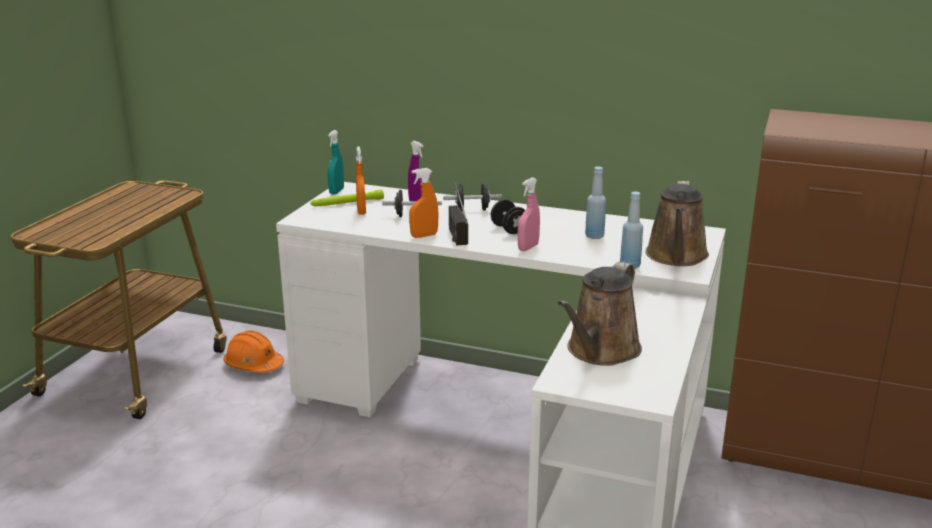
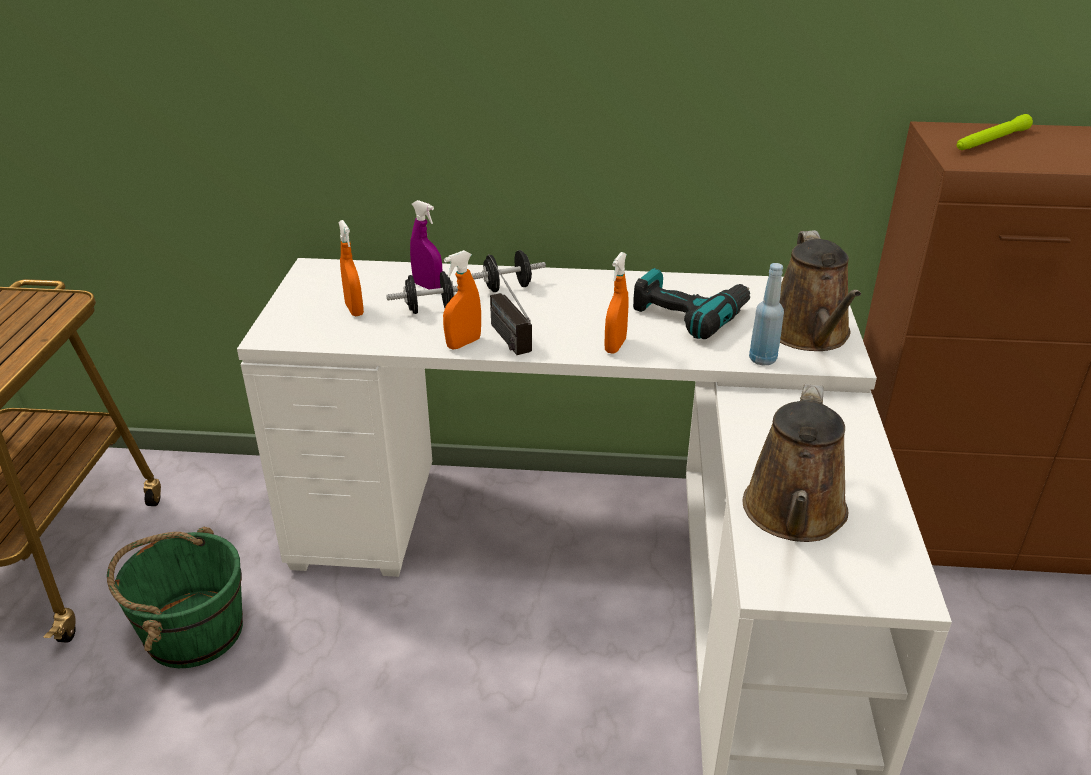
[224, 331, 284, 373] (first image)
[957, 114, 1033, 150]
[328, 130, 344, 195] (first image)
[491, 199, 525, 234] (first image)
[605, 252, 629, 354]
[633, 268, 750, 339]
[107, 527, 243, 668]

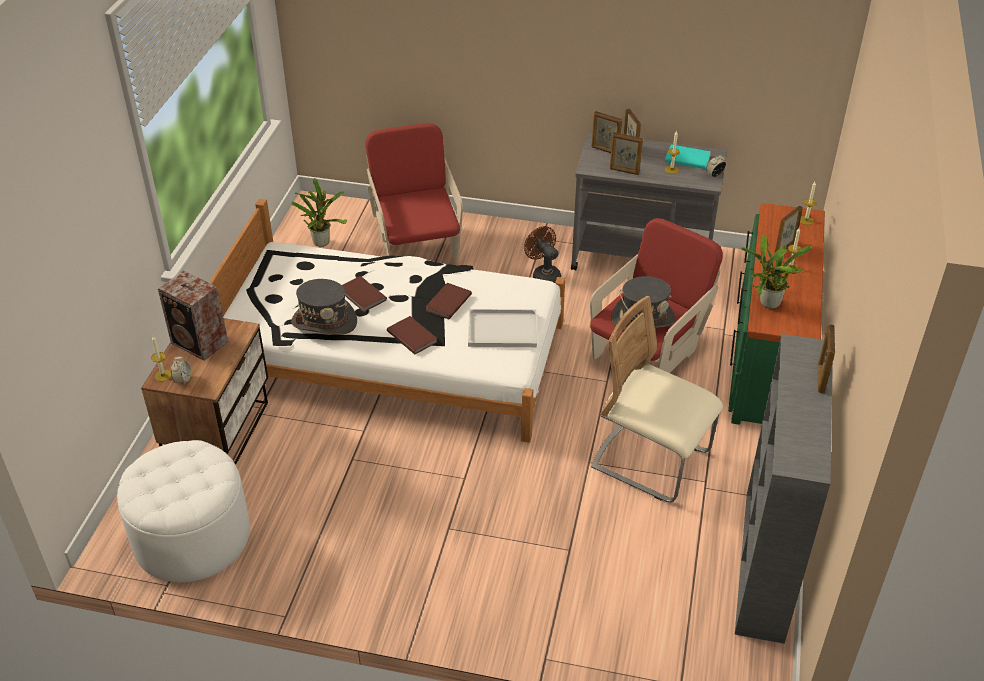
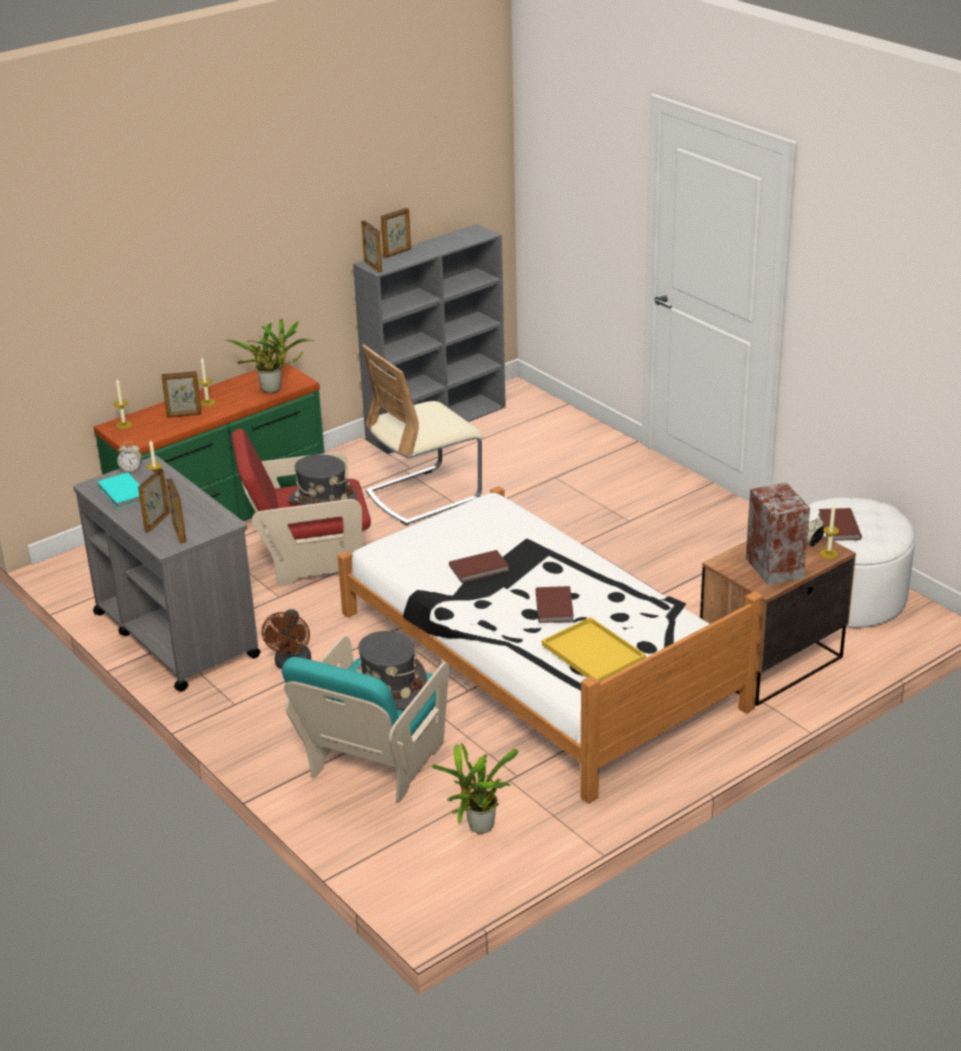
[356, 631, 427, 710]
[282, 636, 449, 802]
[818, 508, 862, 541]
[468, 309, 537, 347] (first image)
[362, 344, 483, 526]
[361, 220, 382, 273]
[542, 617, 646, 681]

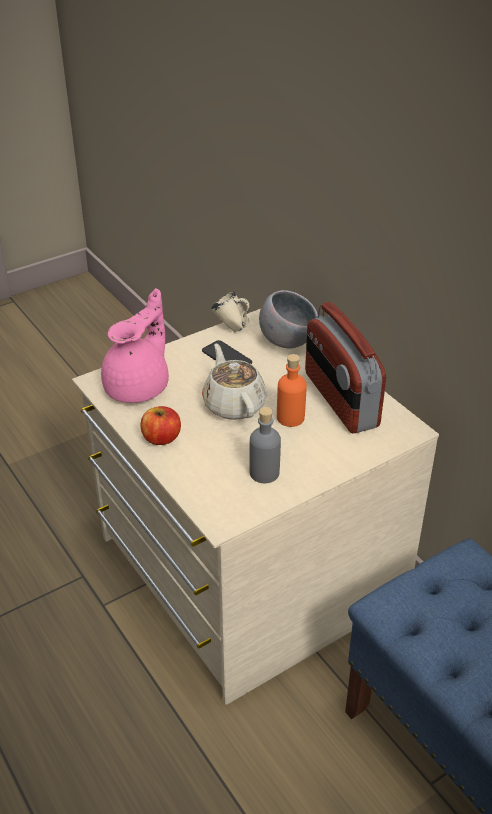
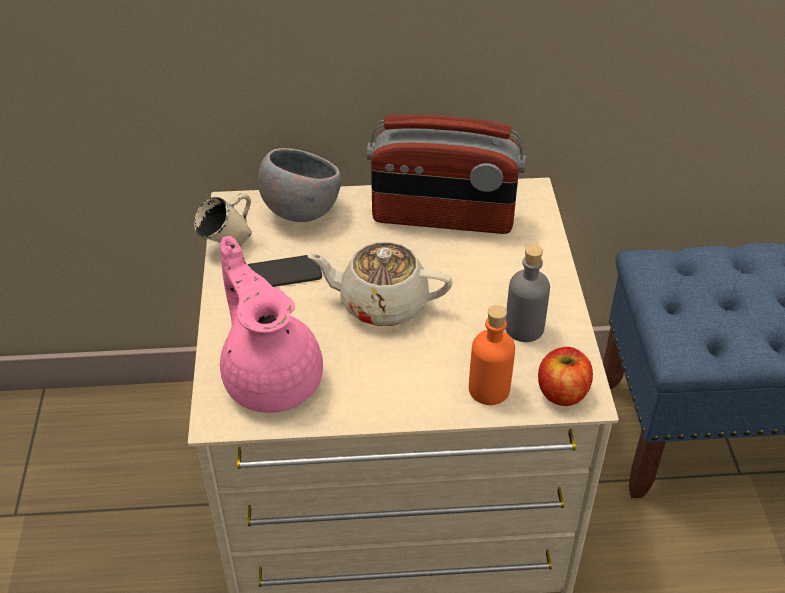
[538, 347, 593, 406]
[469, 305, 515, 405]

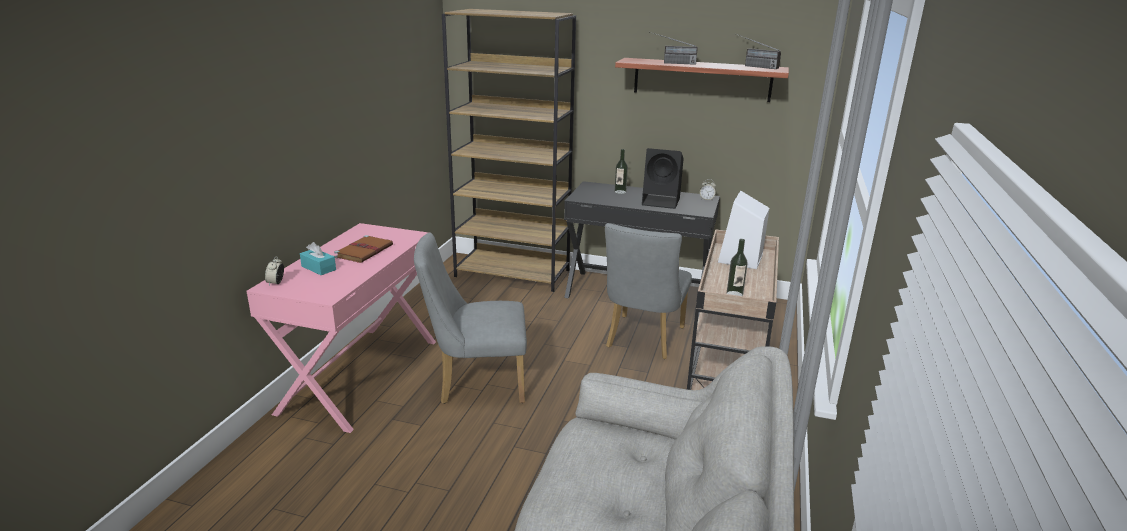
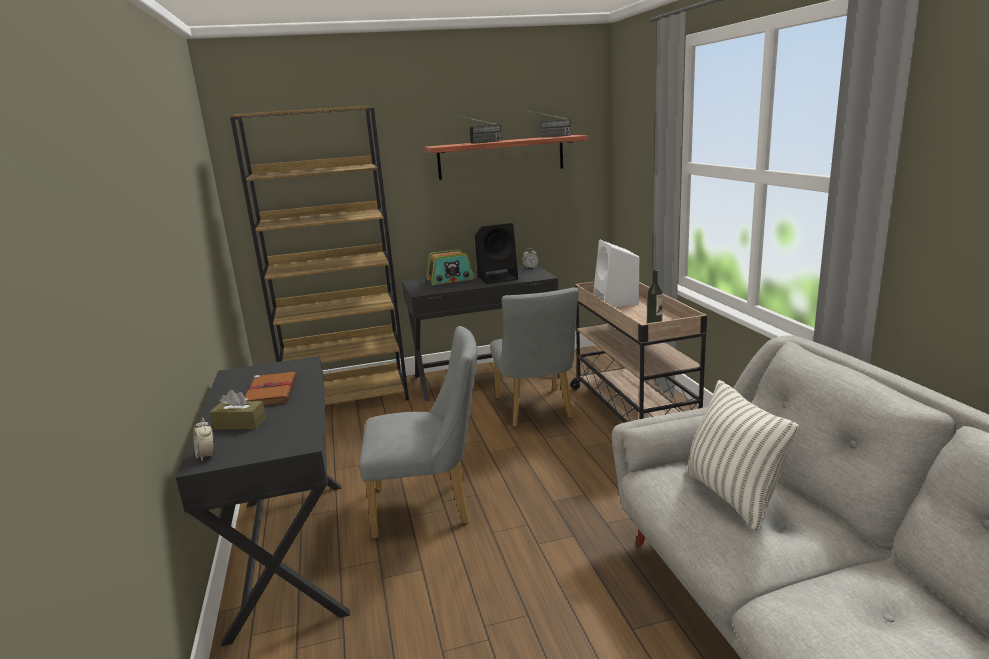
[176, 356, 350, 646]
[209, 390, 266, 430]
[359, 326, 478, 539]
[427, 249, 474, 285]
[685, 380, 799, 531]

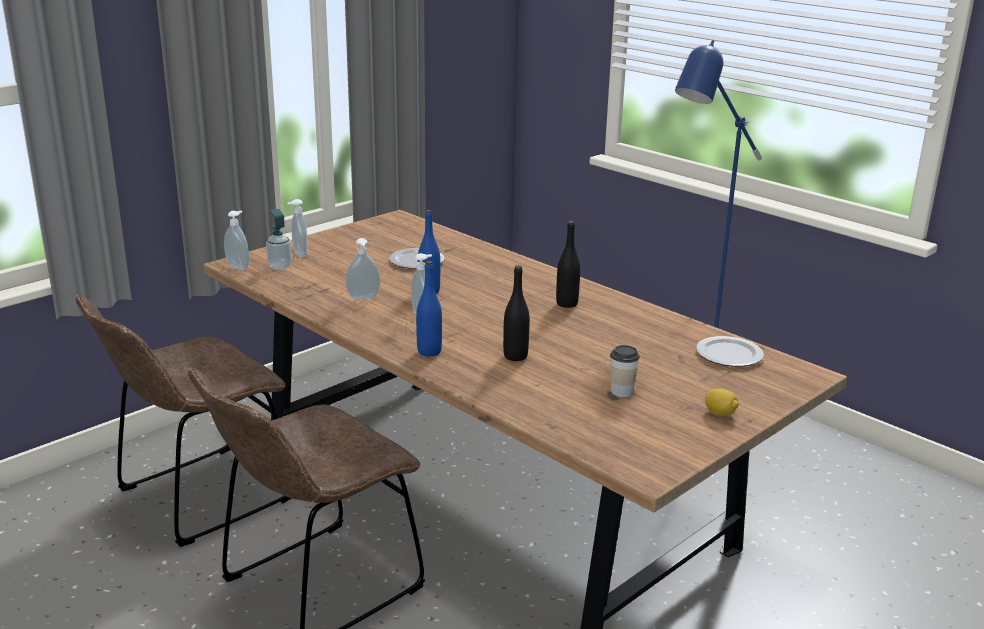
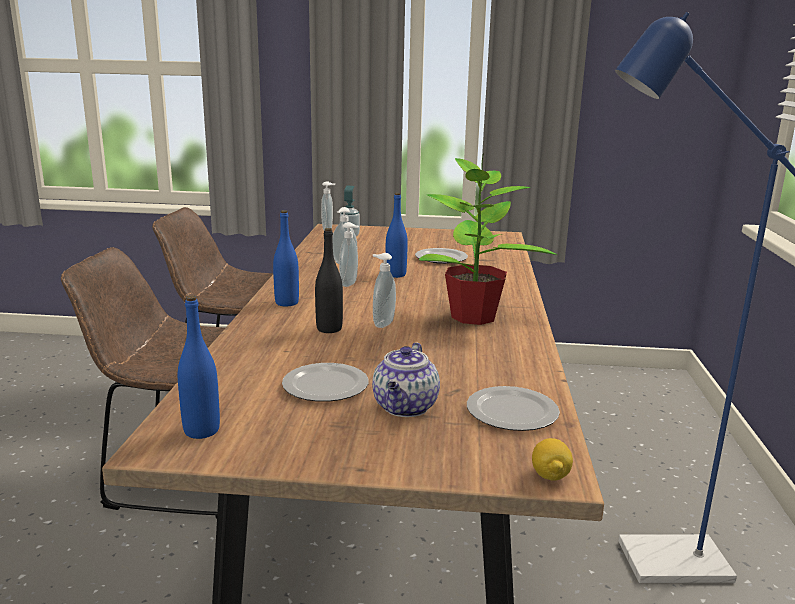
[373, 253, 396, 328]
[419, 153, 557, 325]
[282, 363, 369, 402]
[532, 438, 573, 481]
[178, 295, 220, 439]
[372, 342, 440, 417]

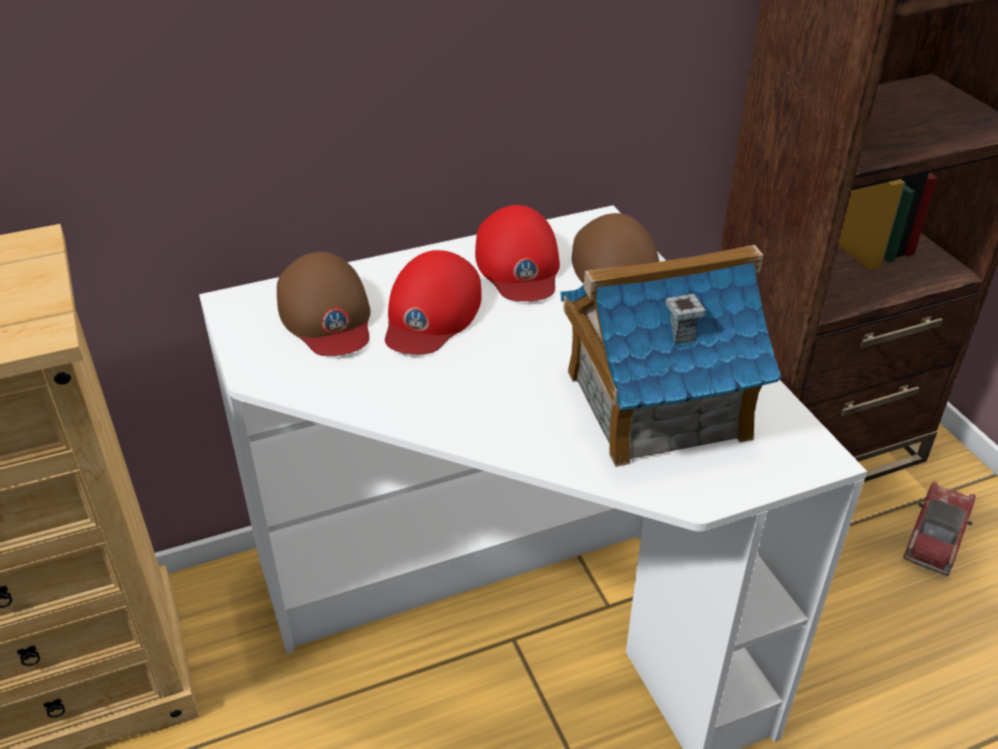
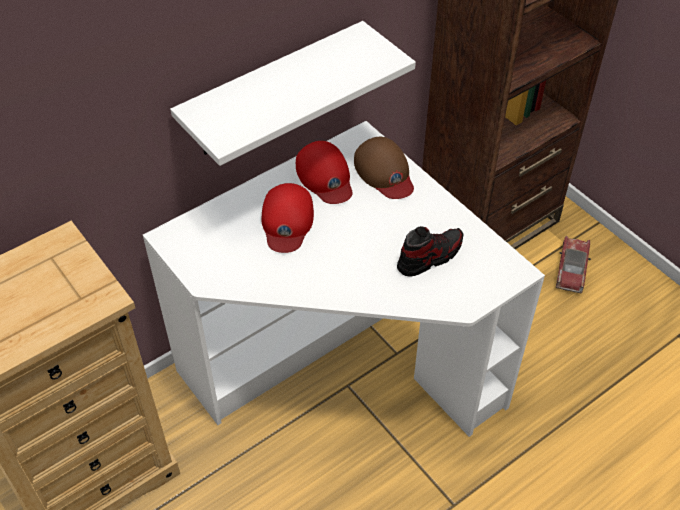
[277, 252, 371, 356] (first image)
[397, 226, 463, 277]
[170, 21, 416, 166]

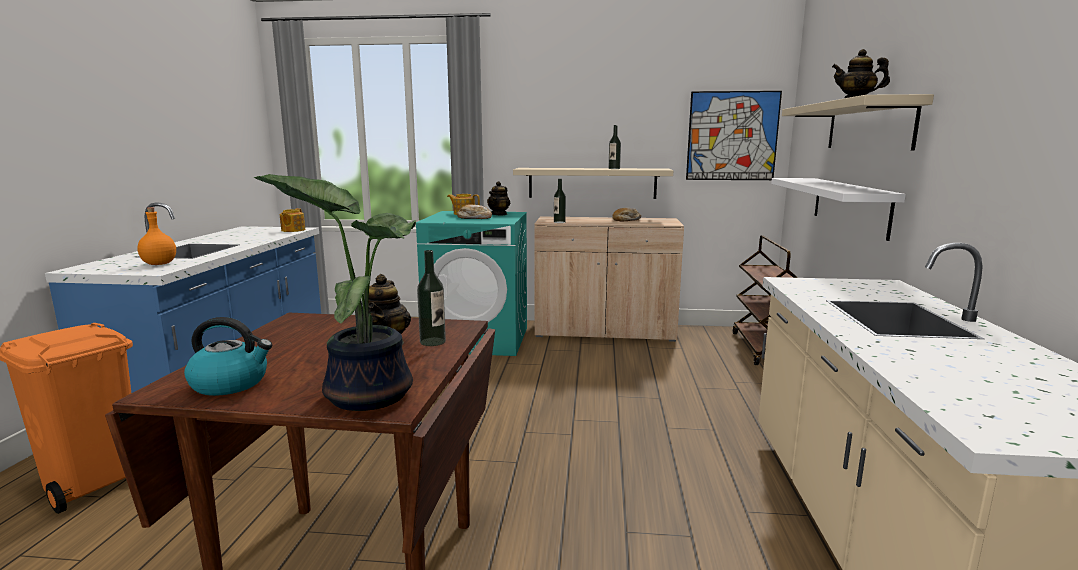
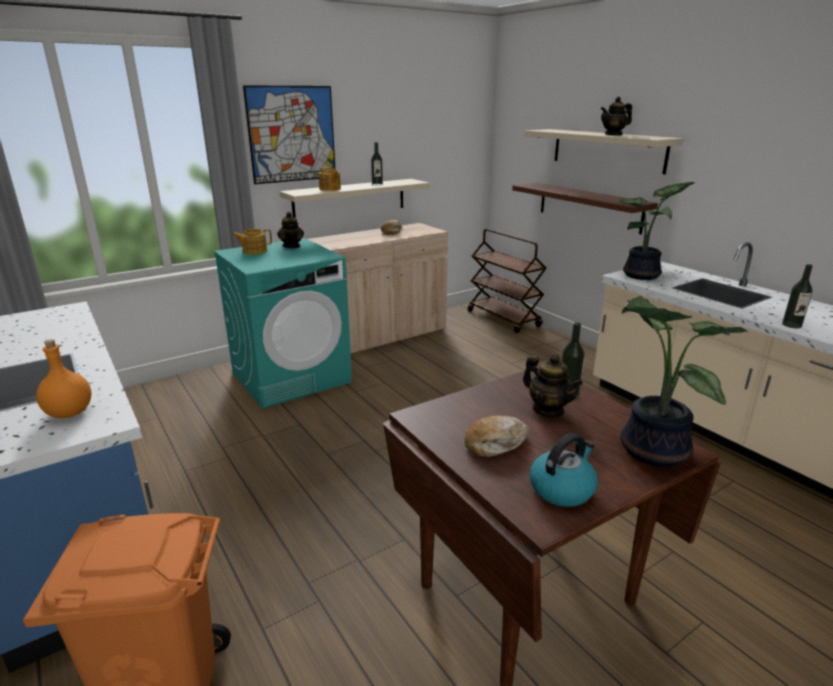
[318, 168, 341, 191]
[465, 416, 529, 457]
[782, 264, 813, 328]
[243, 85, 335, 184]
[512, 183, 658, 234]
[617, 182, 695, 280]

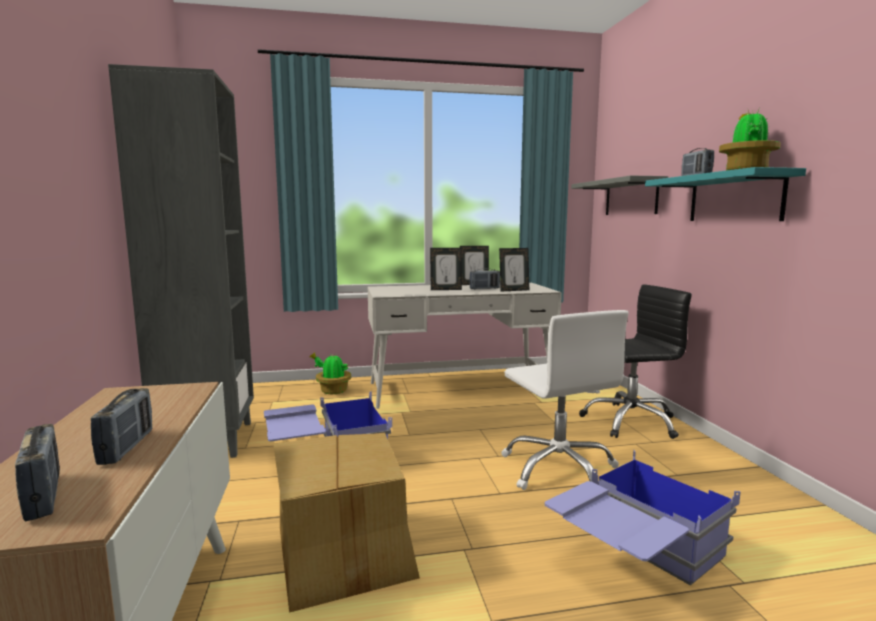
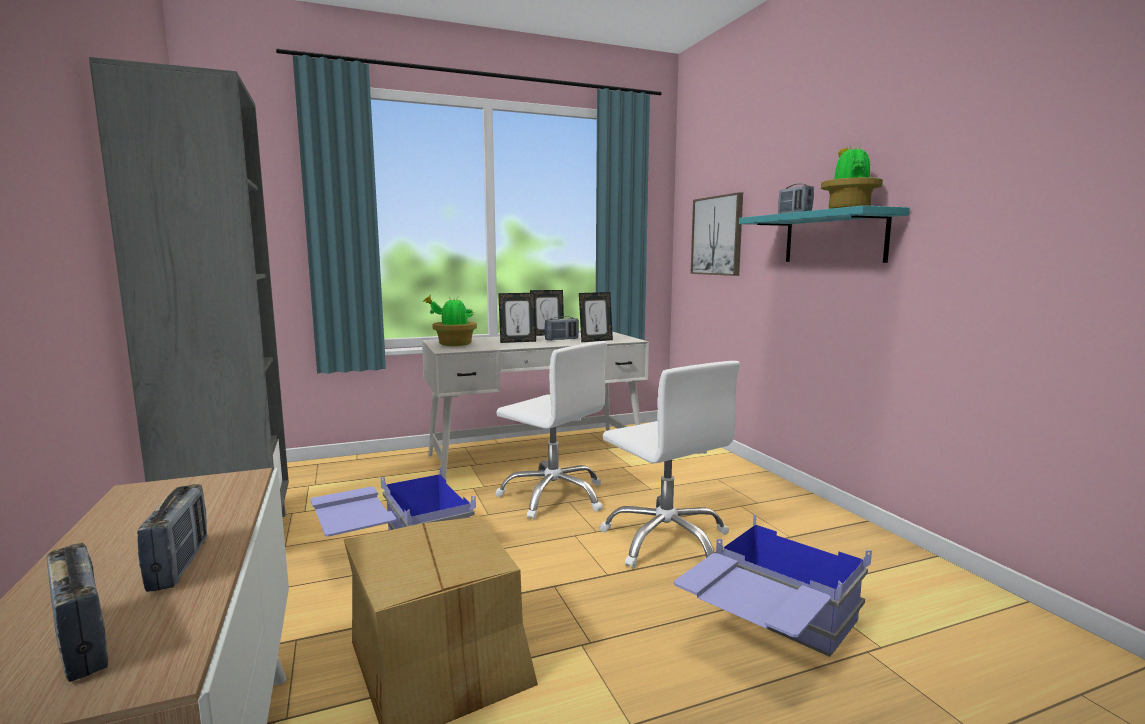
[423, 295, 477, 346]
[690, 192, 743, 276]
[579, 284, 692, 439] (first image)
[495, 341, 607, 520]

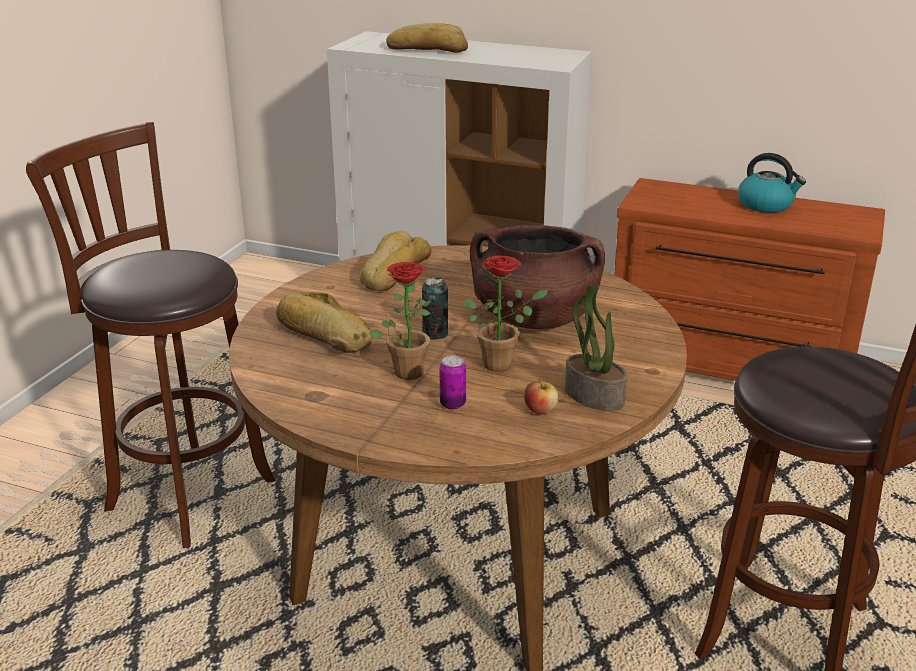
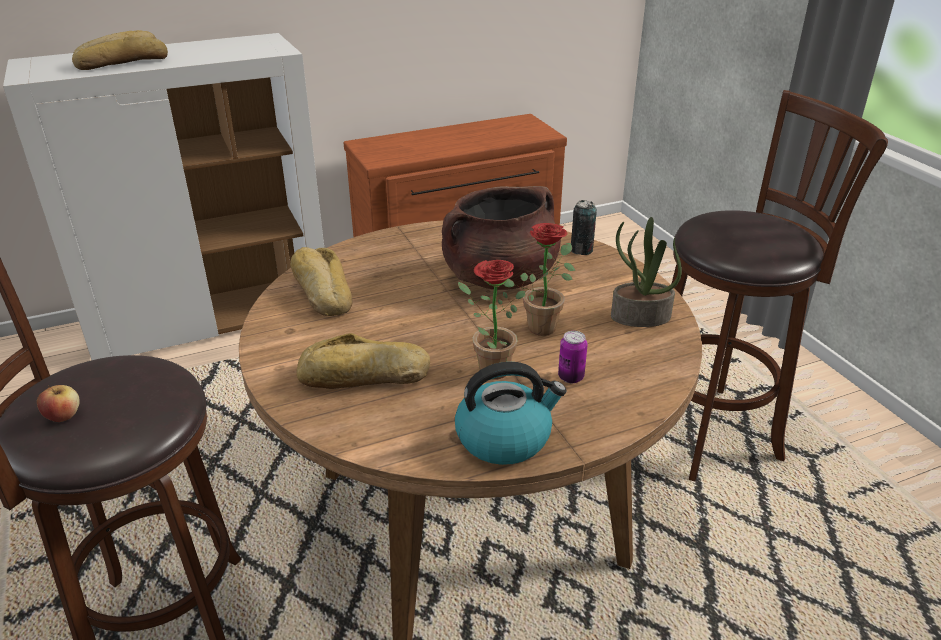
[571, 200, 597, 255]
[37, 385, 80, 422]
[455, 362, 567, 465]

